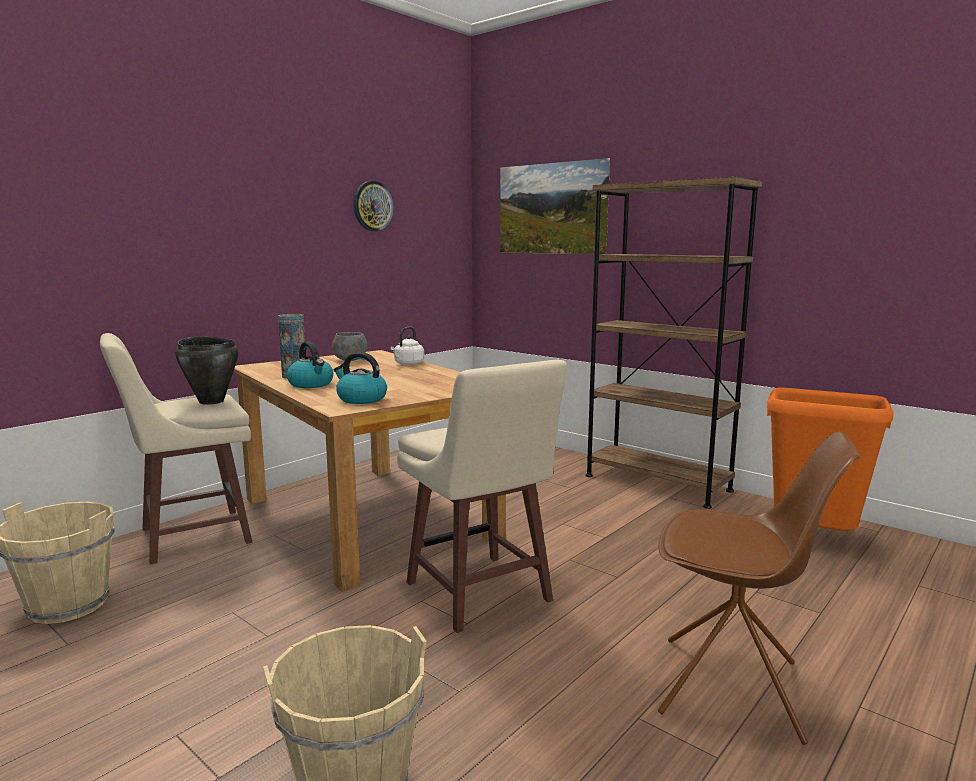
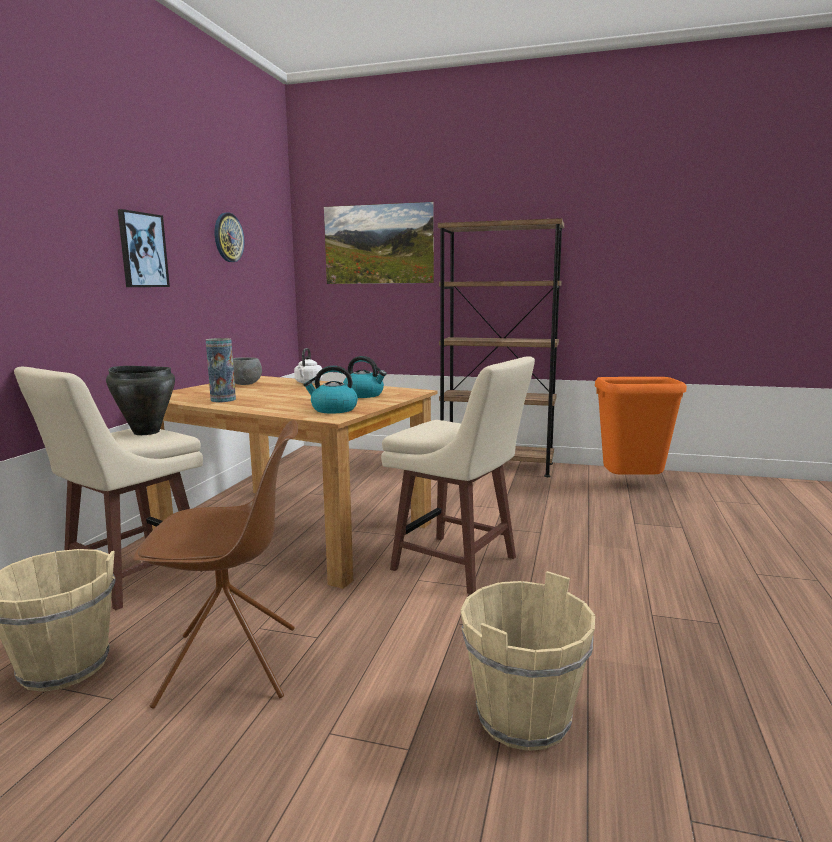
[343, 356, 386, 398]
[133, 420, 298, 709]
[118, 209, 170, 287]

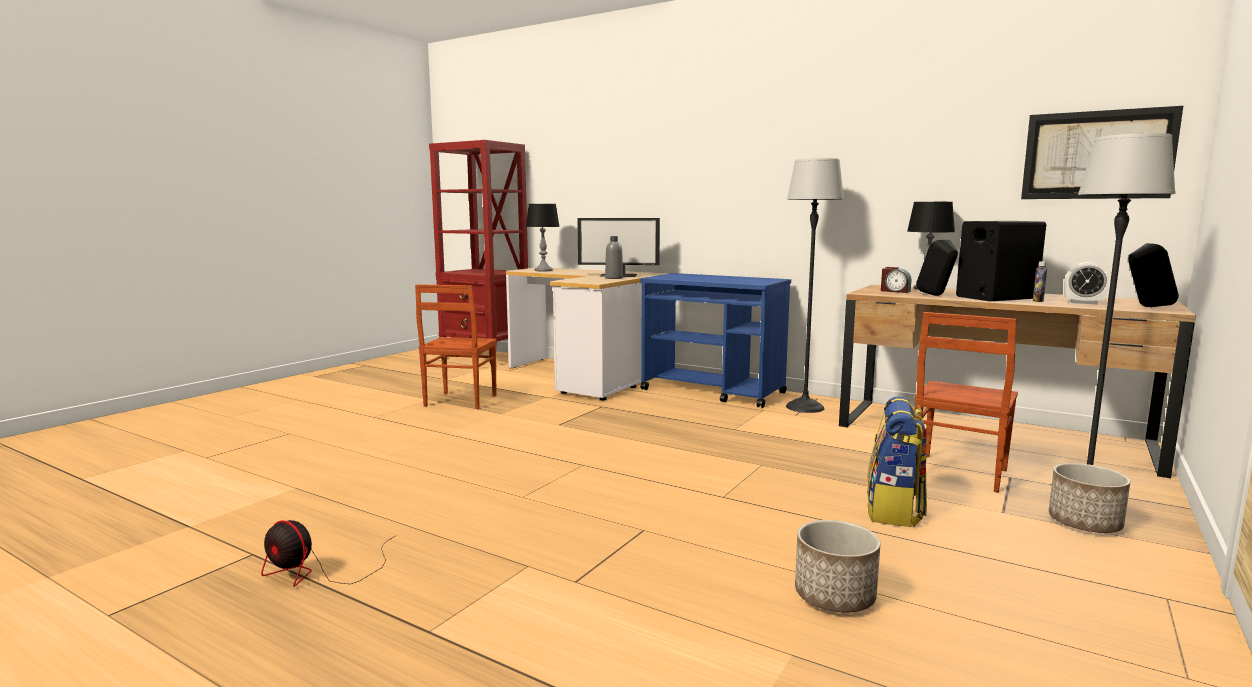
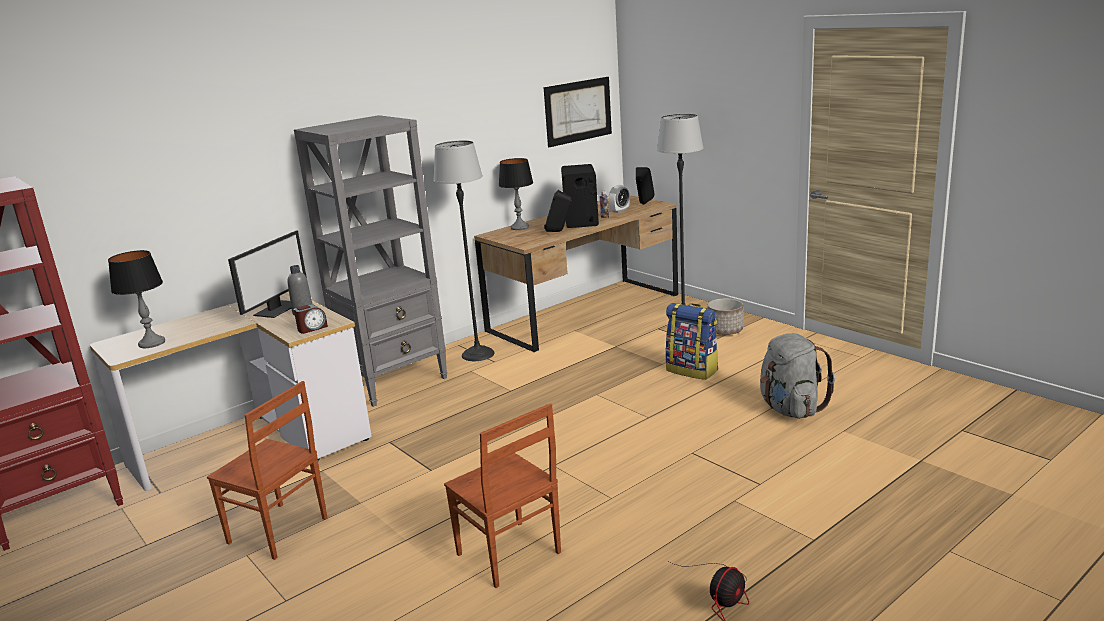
[294, 115, 447, 407]
[760, 333, 835, 419]
[294, 304, 328, 334]
[444, 403, 561, 588]

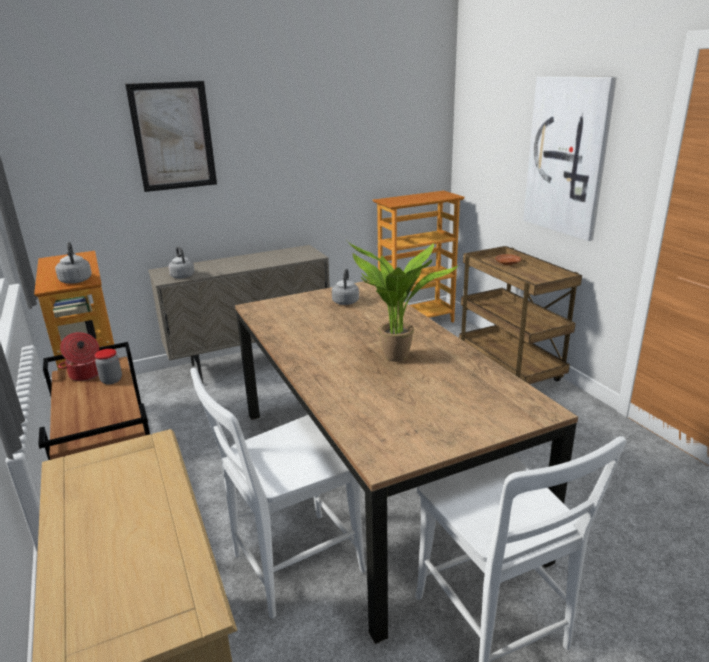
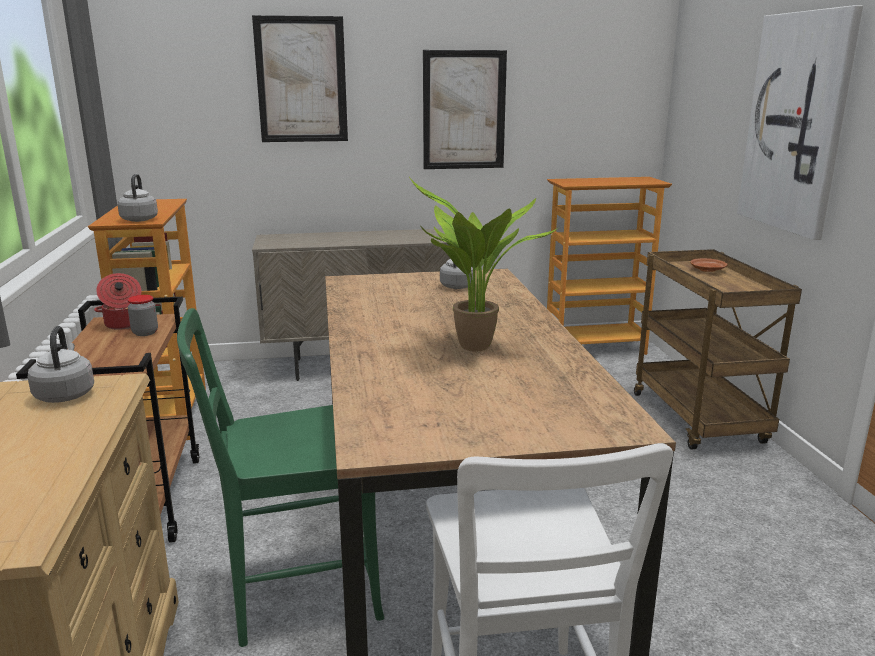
[28, 326, 94, 403]
[177, 308, 384, 647]
[423, 50, 507, 169]

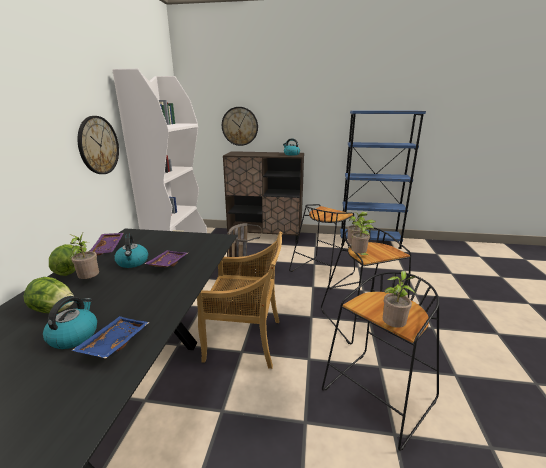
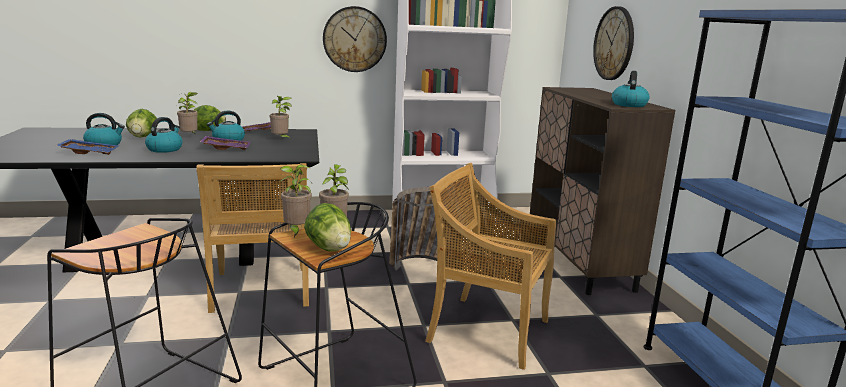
[425, 163, 556, 370]
[270, 96, 292, 139]
[145, 117, 183, 153]
[304, 203, 351, 251]

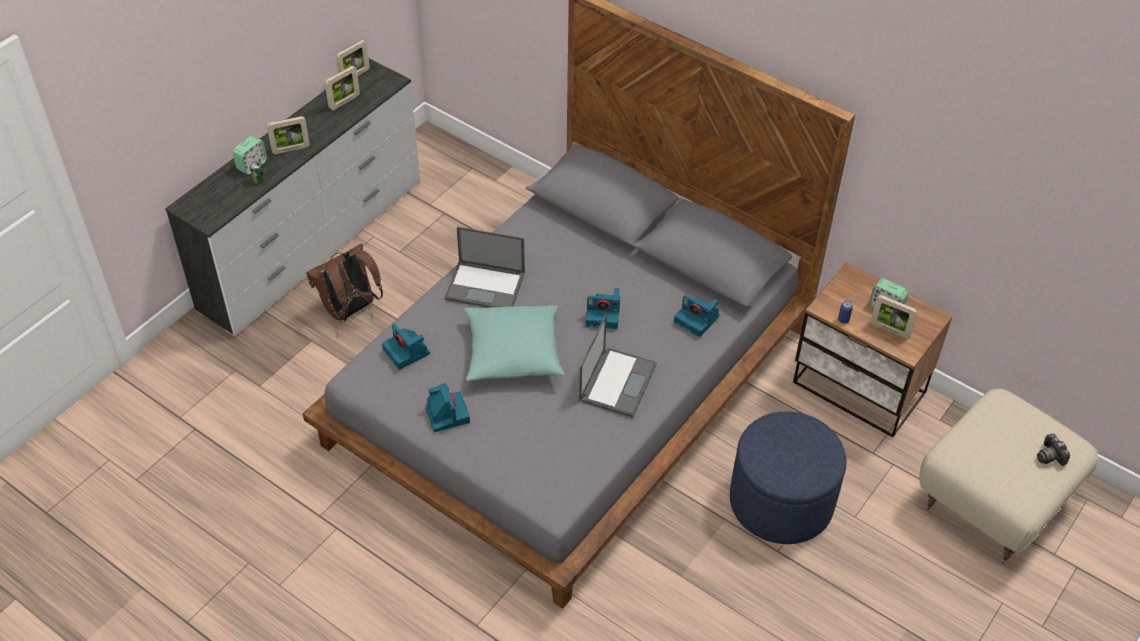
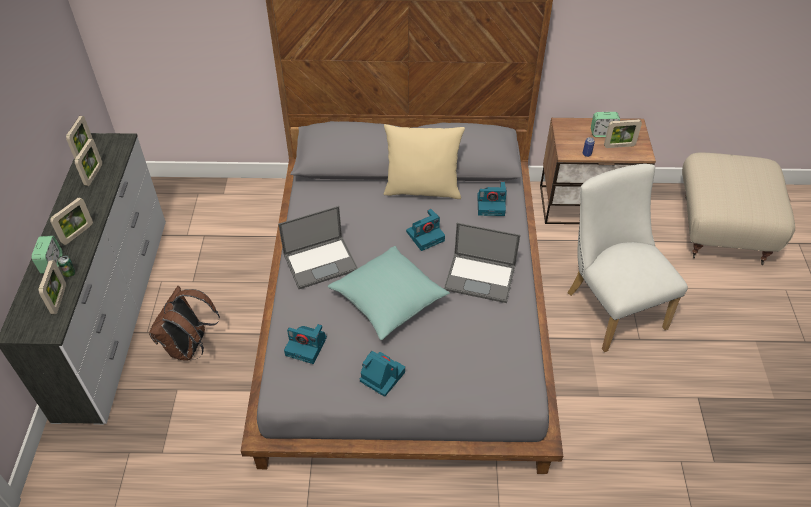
[444, 223, 520, 303]
[567, 164, 688, 352]
[1037, 434, 1070, 466] (first image)
[38, 260, 66, 314]
[384, 124, 465, 199]

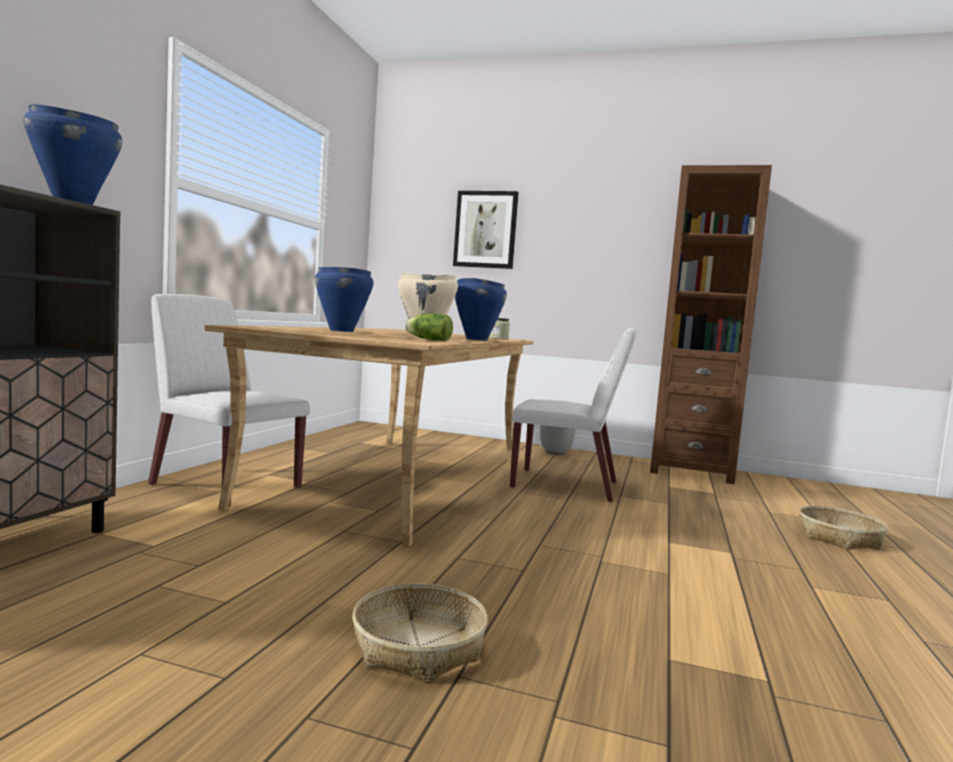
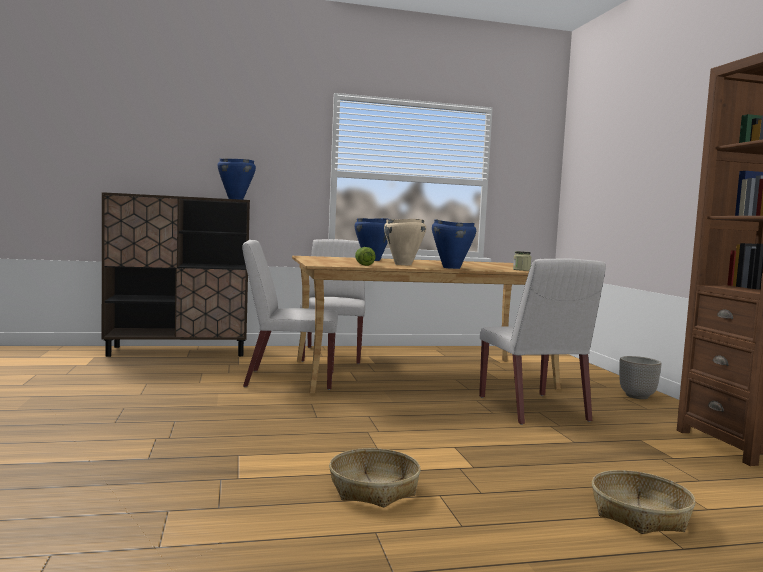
[329, 448, 421, 507]
[453, 191, 519, 269] (first image)
[242, 240, 338, 390]

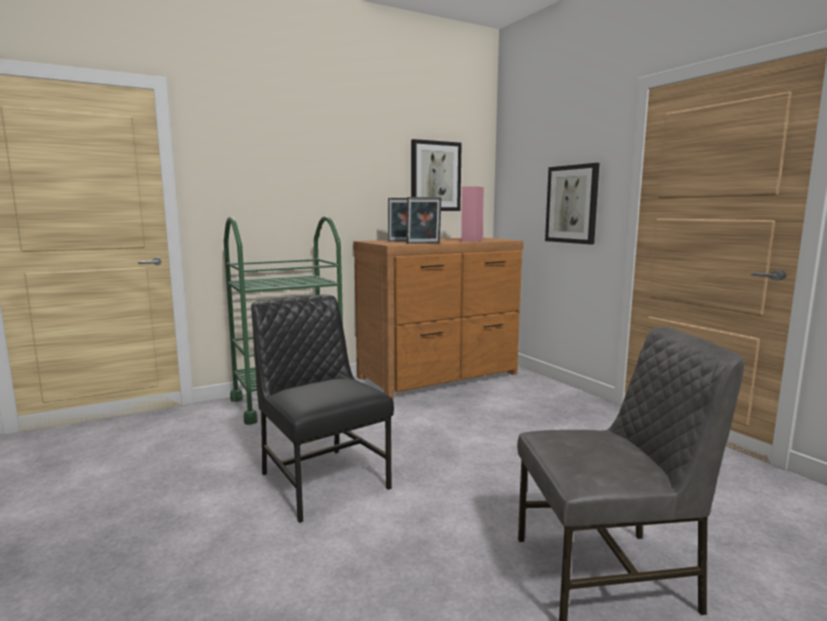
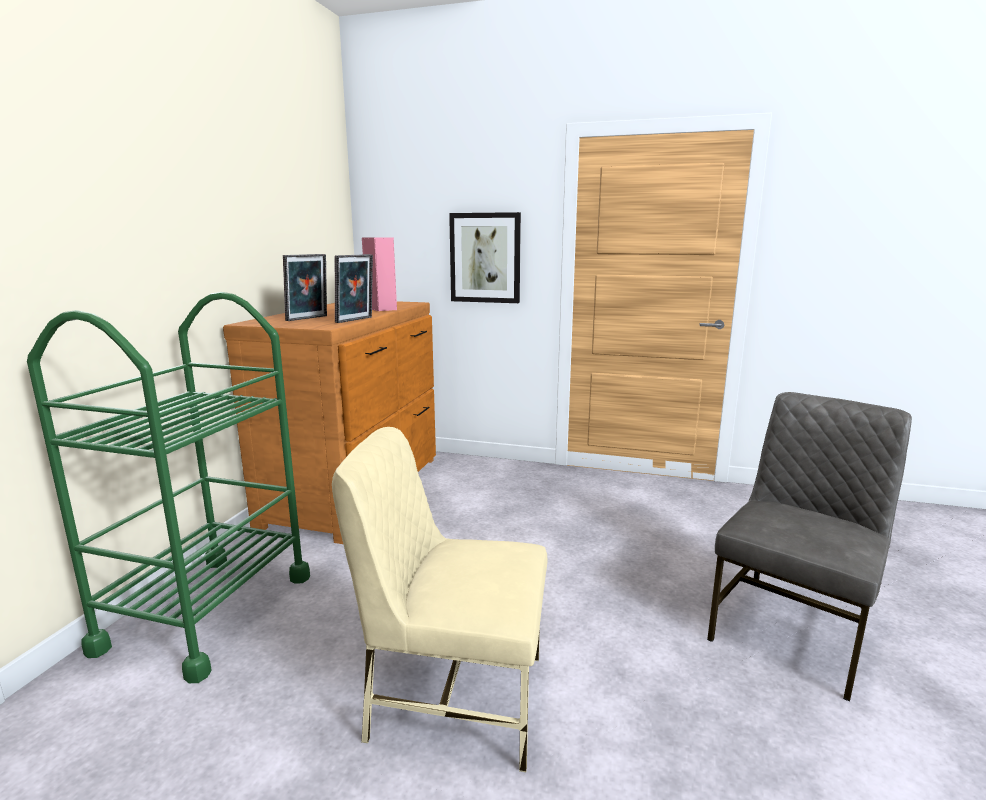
[332, 427, 547, 772]
[411, 139, 462, 211] (first image)

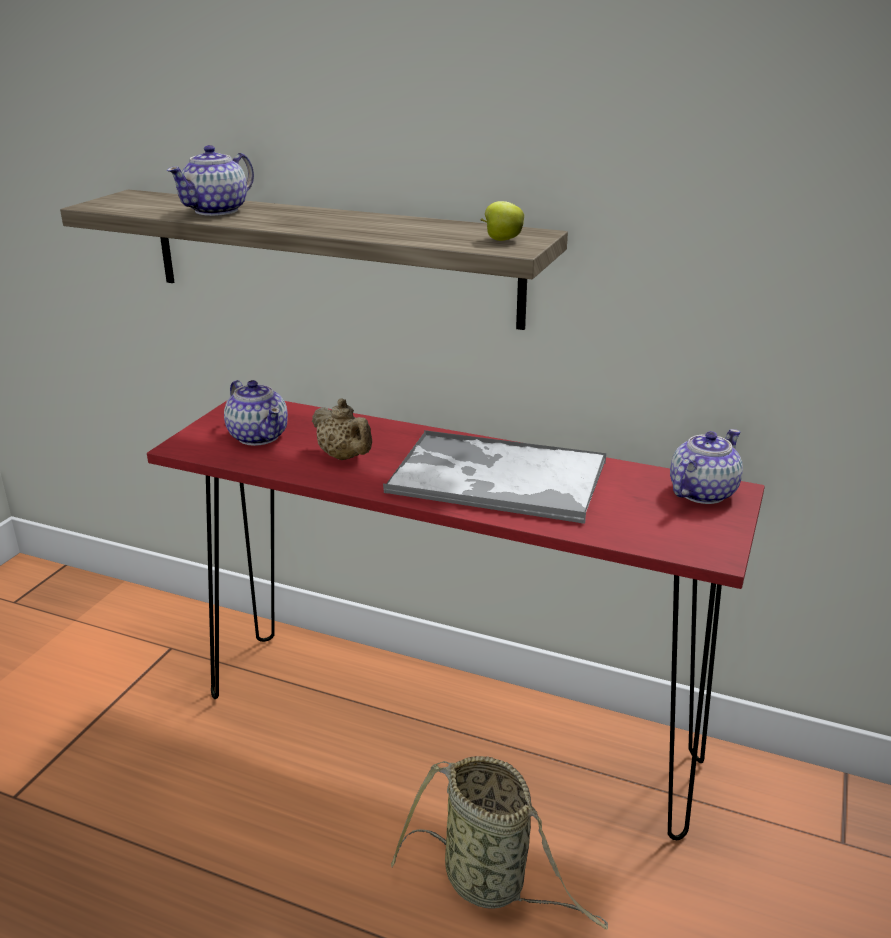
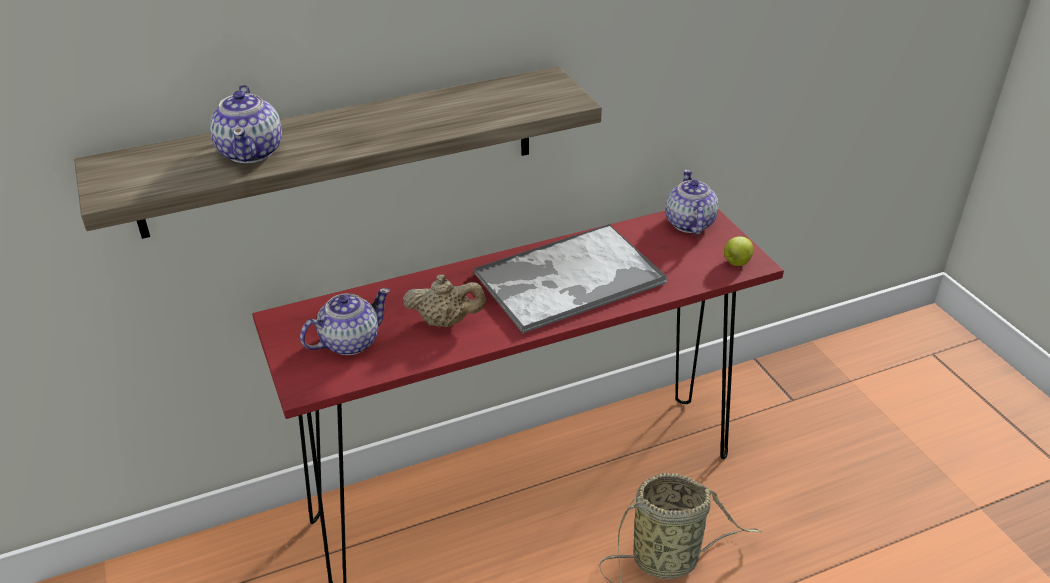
[300, 288, 390, 355]
[724, 236, 754, 266]

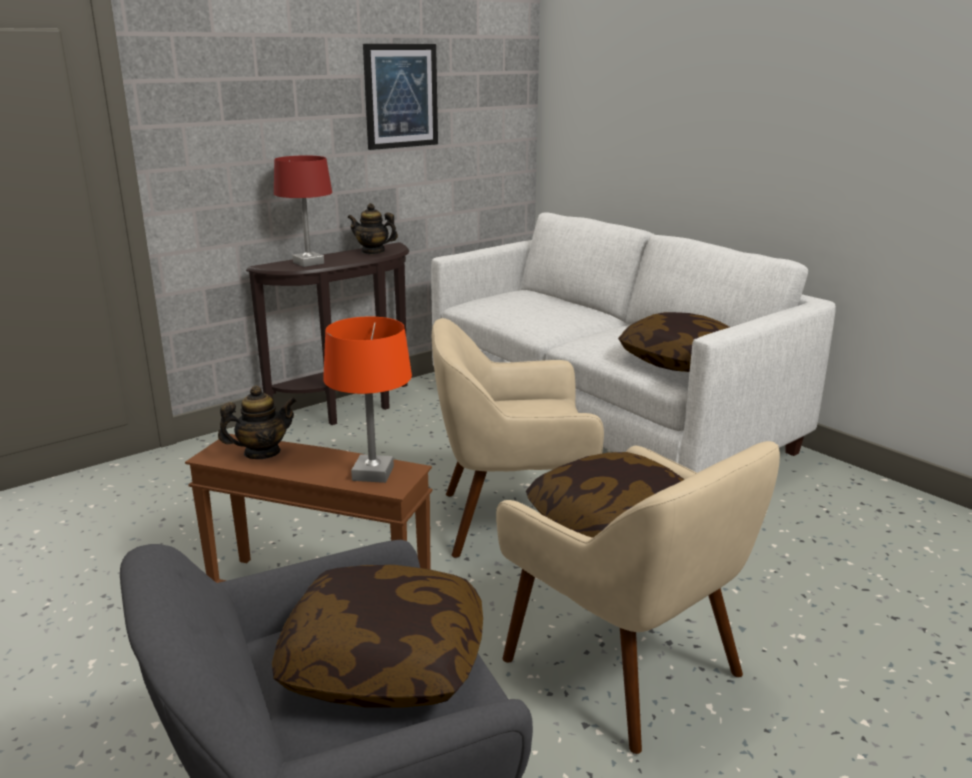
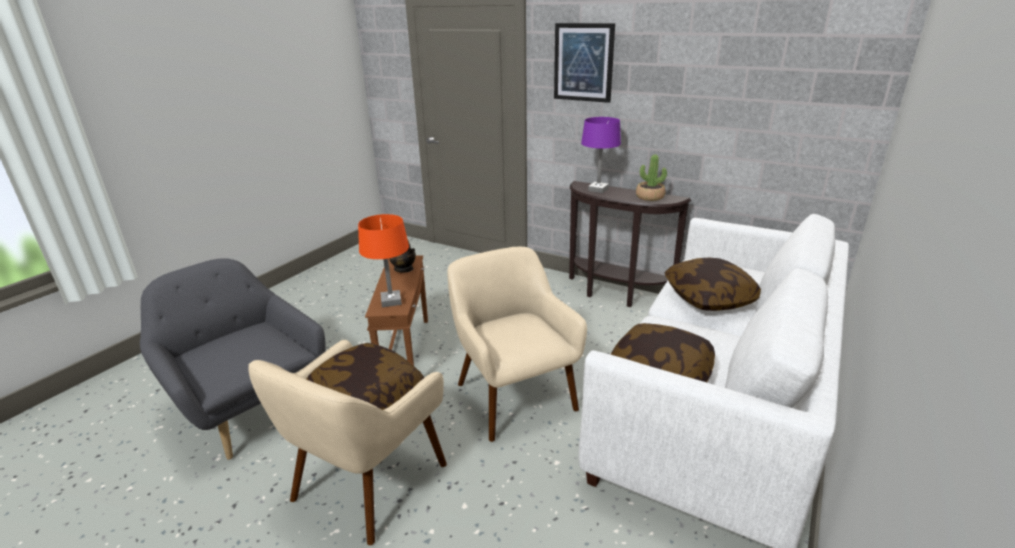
[664, 258, 761, 311]
[581, 117, 621, 193]
[636, 154, 667, 201]
[554, 23, 615, 103]

